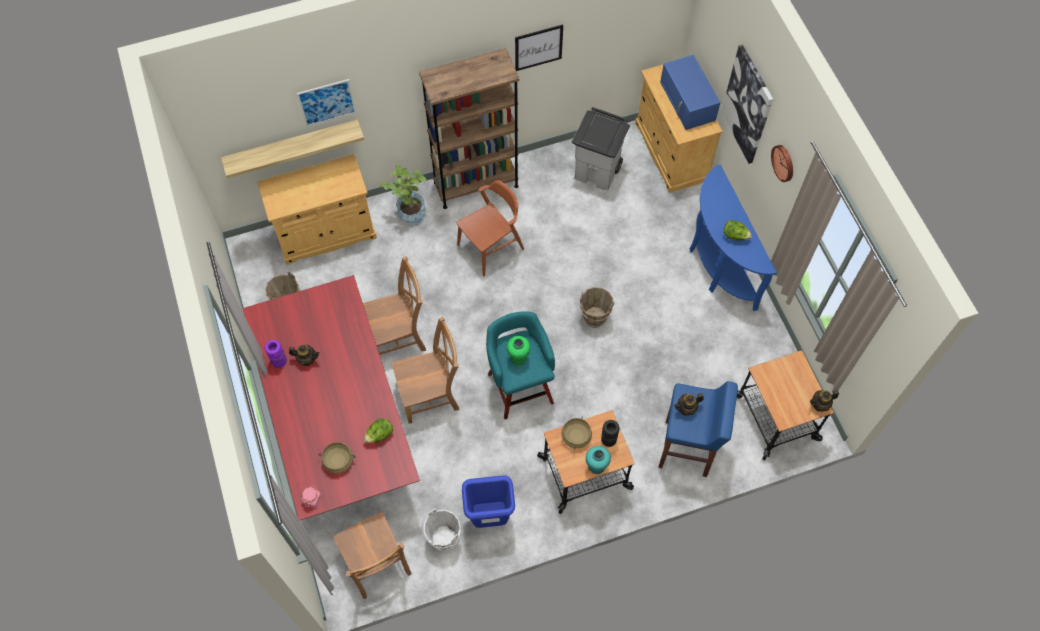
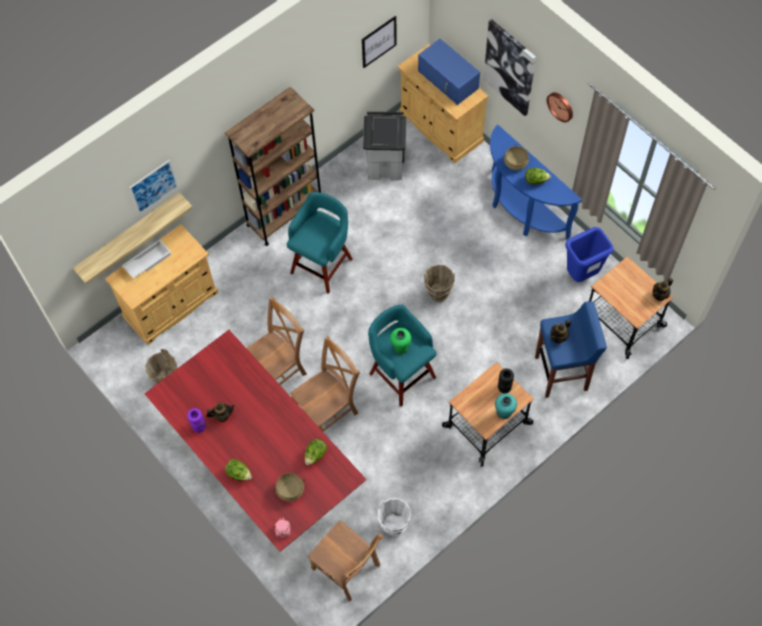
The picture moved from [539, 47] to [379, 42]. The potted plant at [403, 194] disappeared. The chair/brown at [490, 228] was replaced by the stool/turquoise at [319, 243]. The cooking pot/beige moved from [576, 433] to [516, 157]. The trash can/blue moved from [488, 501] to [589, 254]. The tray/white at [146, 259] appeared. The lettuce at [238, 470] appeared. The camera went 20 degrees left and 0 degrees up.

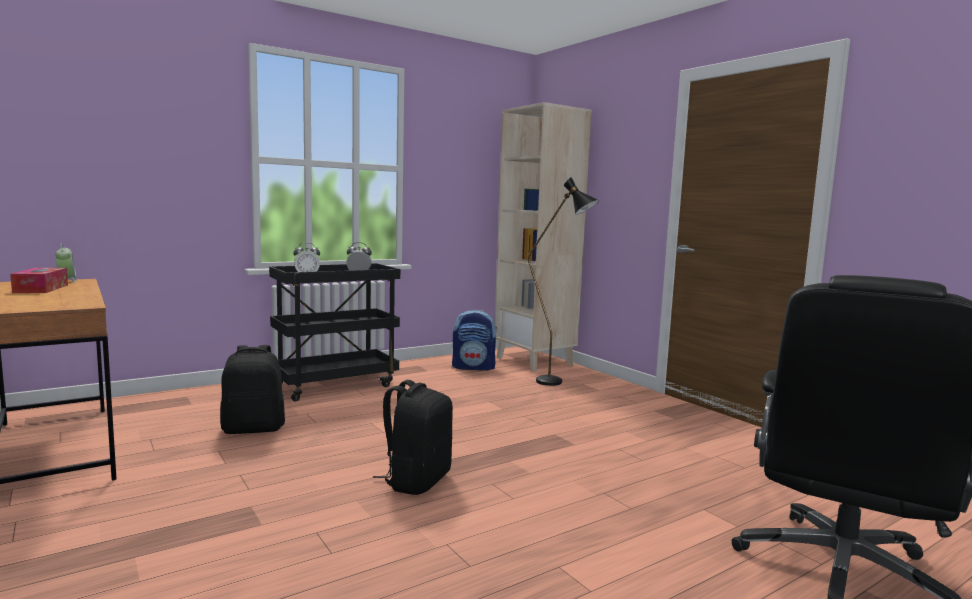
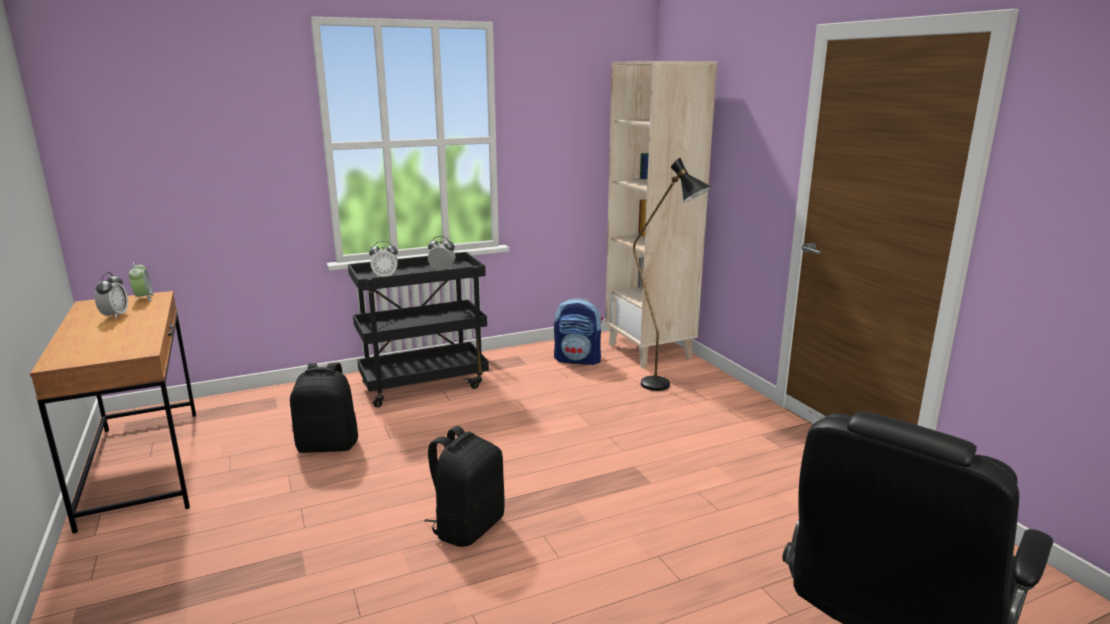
The tissue box at [39, 280] was replaced by the alarm clock at [111, 295]. The camera went 10 degrees right and 10 degrees up.

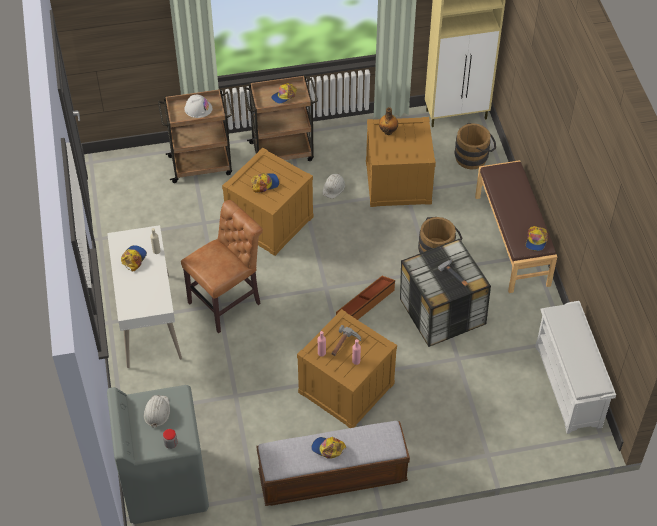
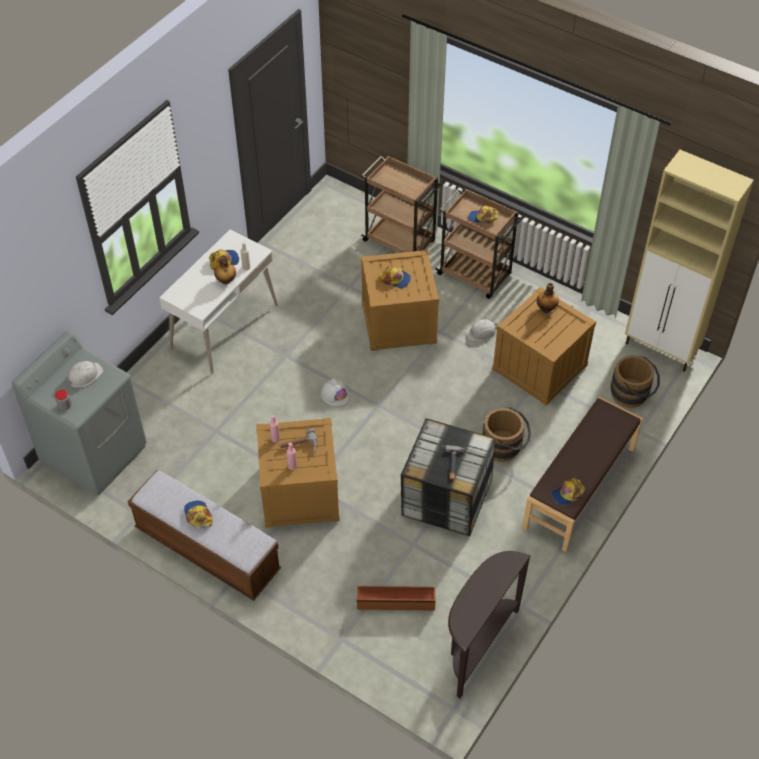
The hard hat/white moved from [198, 106] to [335, 392]. The chair/brown at [222, 266] disappeared. The storage box/brown moved from [365, 298] to [396, 598]. The shoe rack/white at [575, 367] was replaced by the console table/brown at [489, 624]. The bottle at [225, 269] appeared. The camera went 45 degrees right and 0 degrees up.

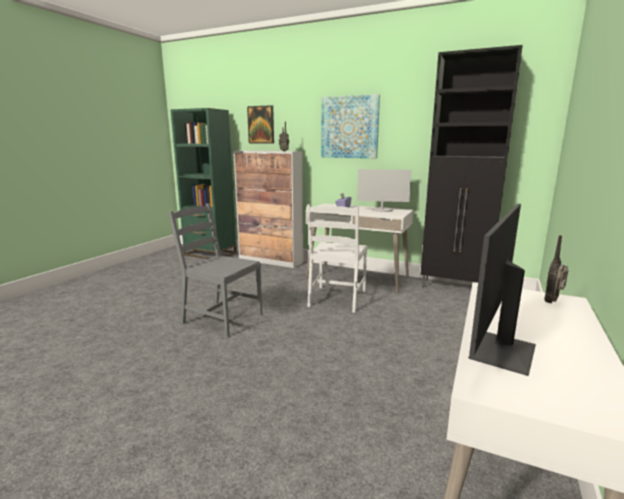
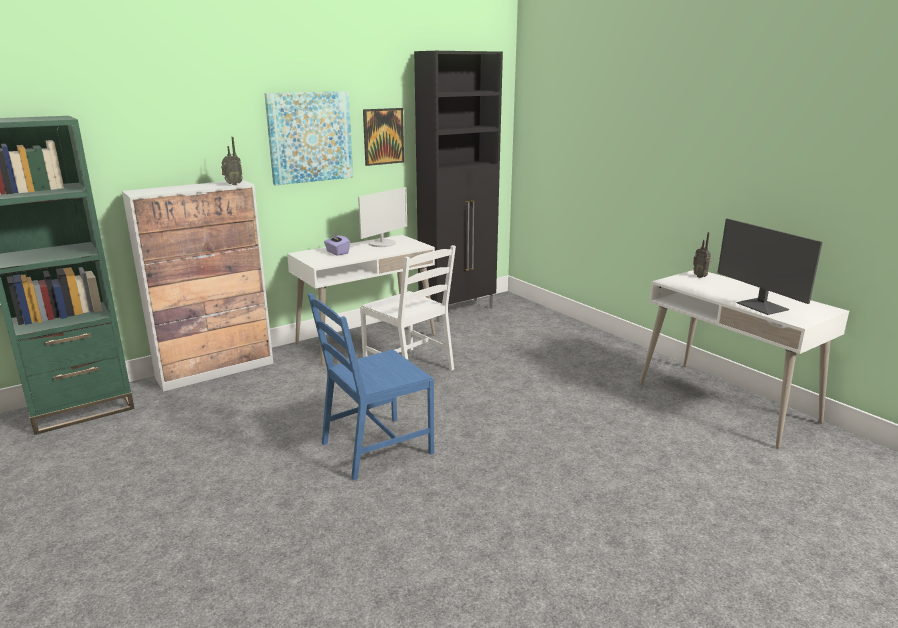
The picture moved from [260, 124] to [383, 137]. The chair/grey at [215, 270] became the chair/blue at [371, 386]. The camera went 60 degrees left and 5 degrees up.

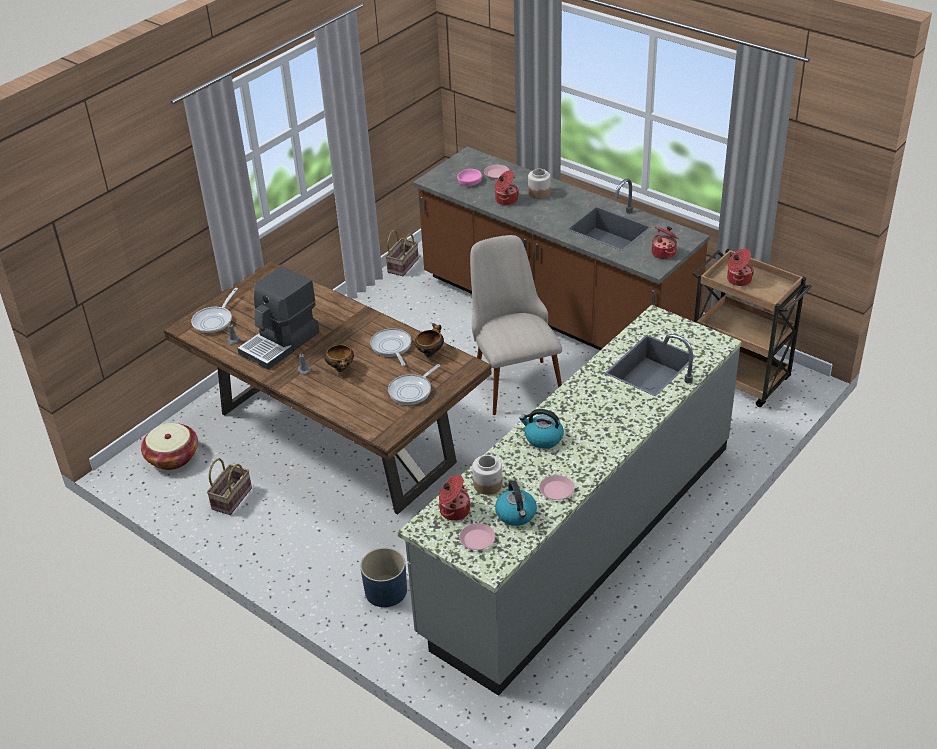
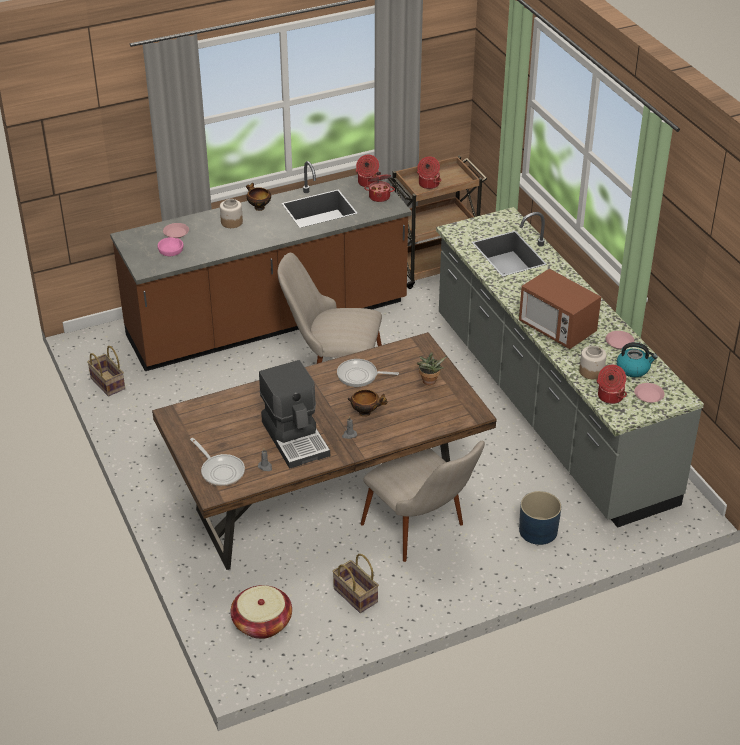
The cooking pot moved from [507, 187] to [367, 171]. The bowl moved from [429, 340] to [258, 197]. The frying pan at [414, 384] was replaced by the potted plant at [432, 368]. The kettle at [542, 429] was replaced by the microwave at [560, 308]. The chair/beige at [422, 501] appeared. The camera went 65 degrees left and 0 degrees up.

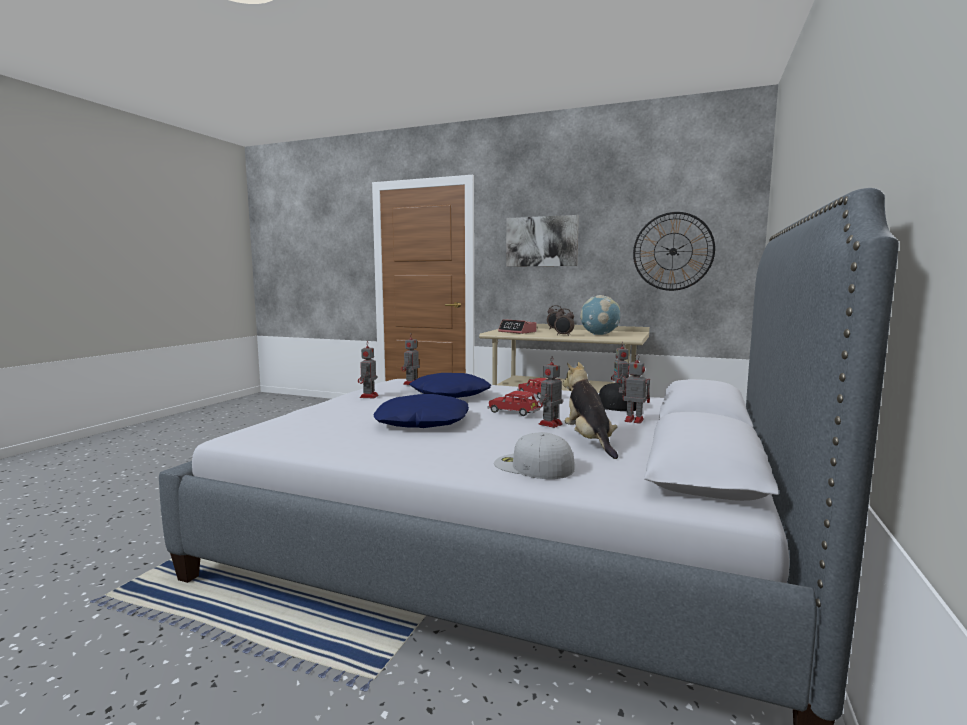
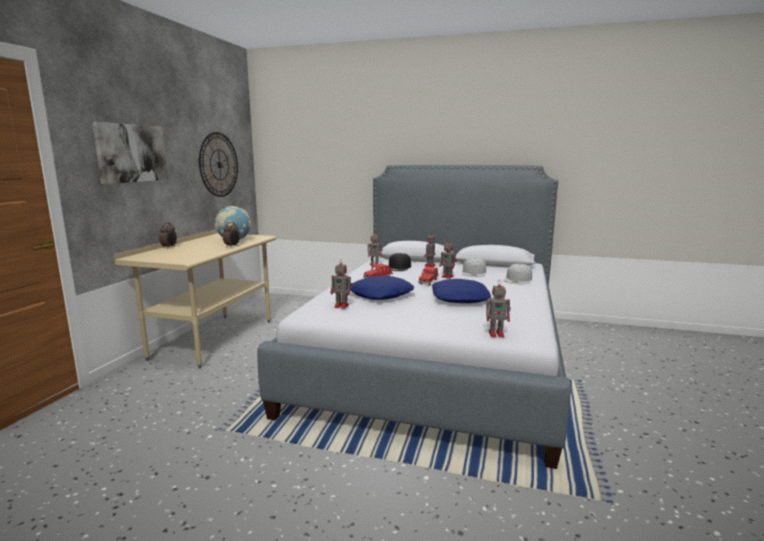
The alarm clock at [517, 326] disappeared. The toy robot moved from [368, 369] to [498, 308]. The plush toy at [590, 410] was replaced by the cap/white at [474, 267]. The camera went 95 degrees left and 5 degrees up.

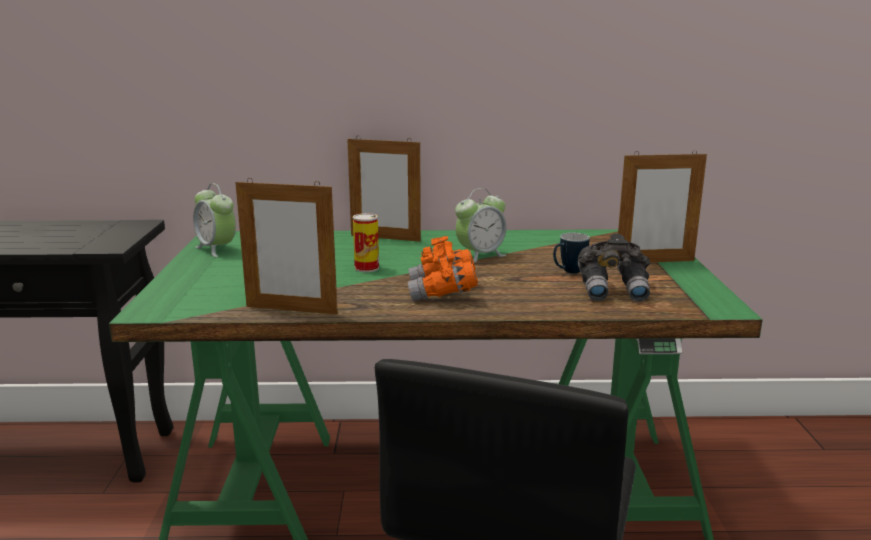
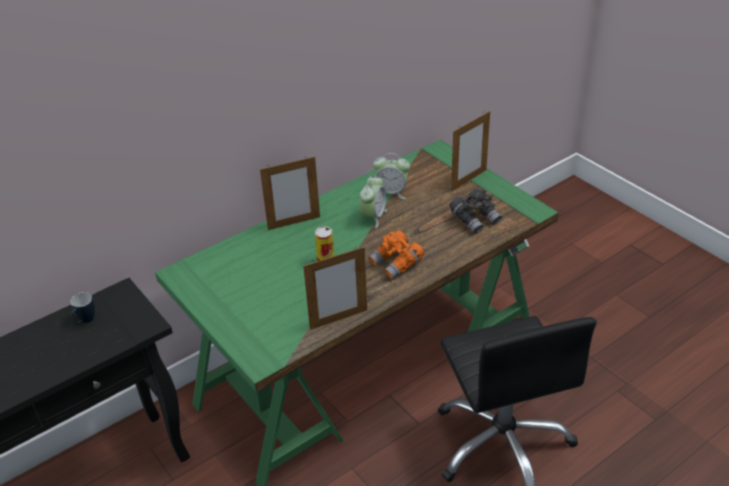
The alarm clock moved from [214, 220] to [391, 176]. The mug moved from [571, 253] to [82, 308]. The camera went 35 degrees left and 20 degrees up.

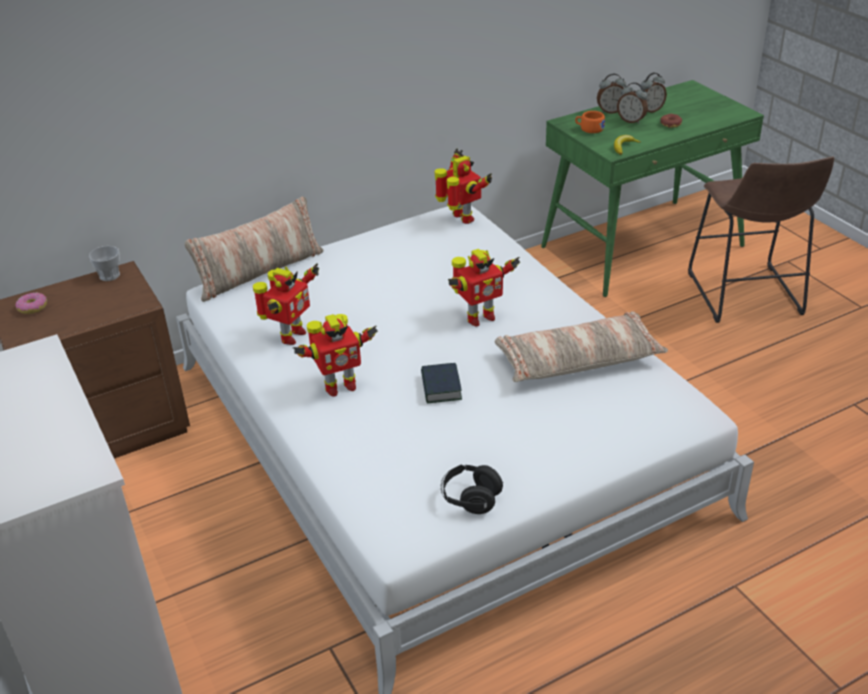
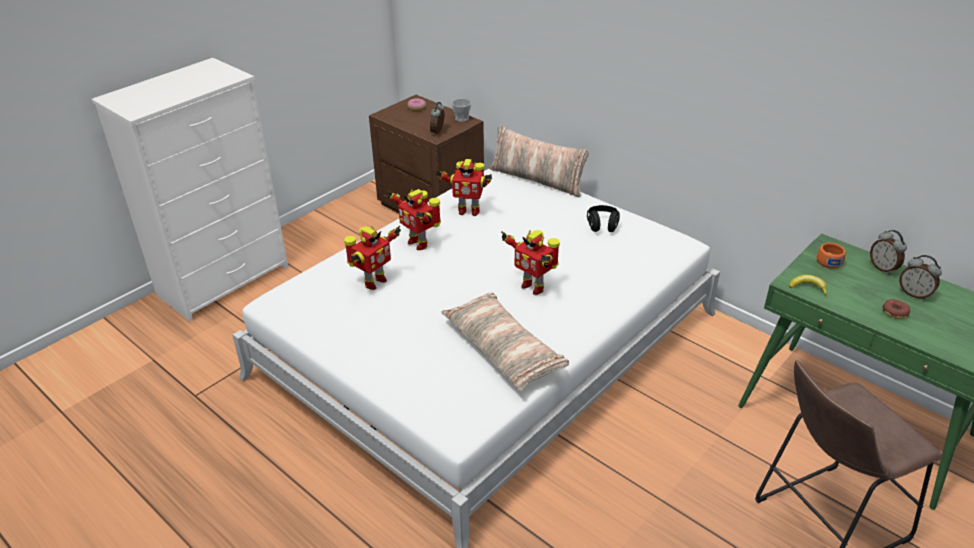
The alarm clock moved from [632, 103] to [437, 119]. The toy robot moved from [463, 186] to [372, 258]. The book at [441, 383] disappeared. The headphones/black moved from [472, 489] to [603, 218]. The camera went 70 degrees right and 0 degrees up.

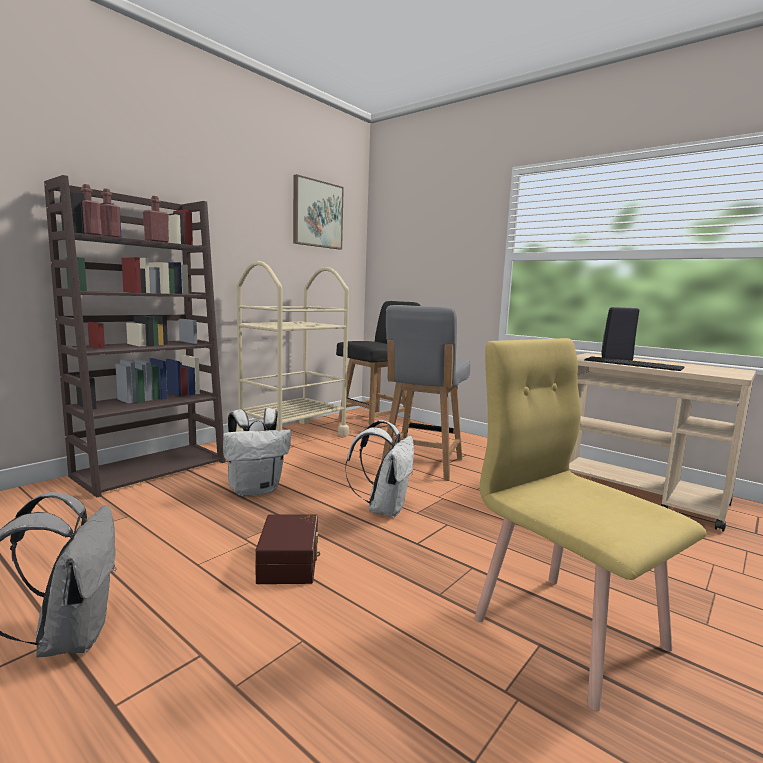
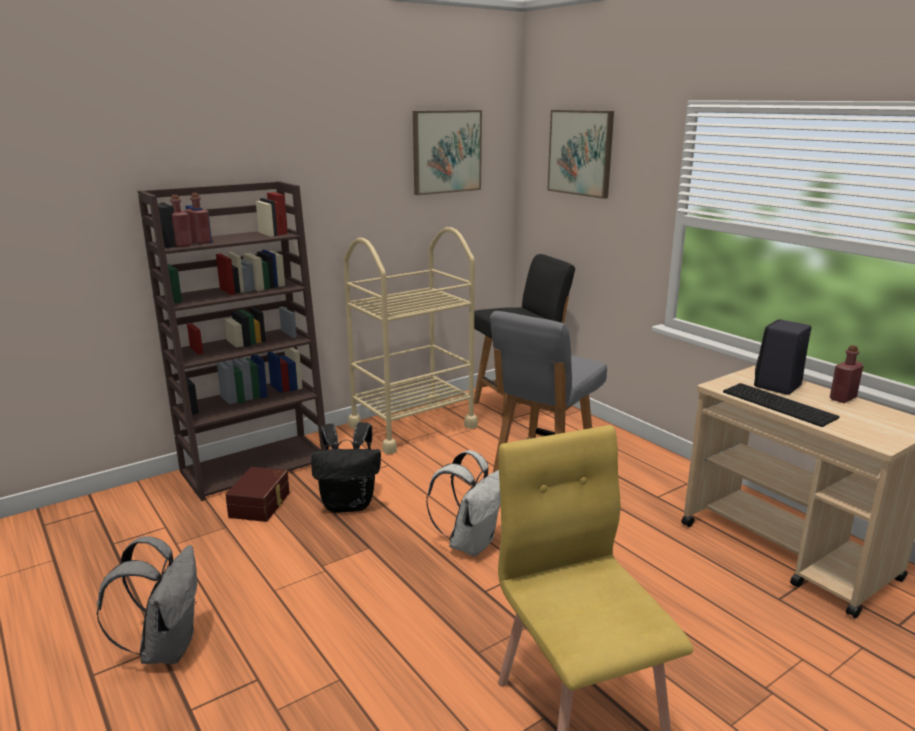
The bottle/red moved from [156, 219] to [847, 374]. The backpack/white at [257, 452] became the backpack/black at [346, 467]. The storage box/brown moved from [287, 549] to [257, 494]. The picture at [580, 154] appeared. The camera went 15 degrees right and 10 degrees up.

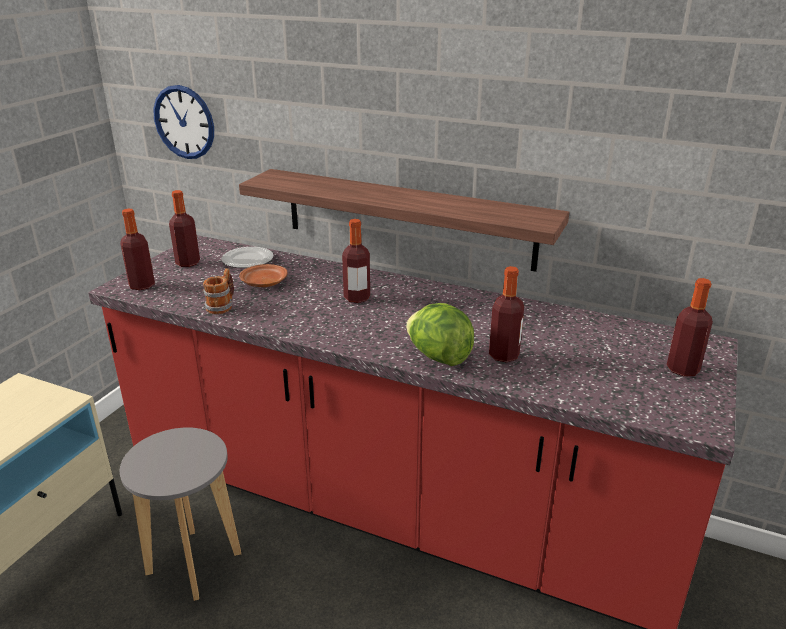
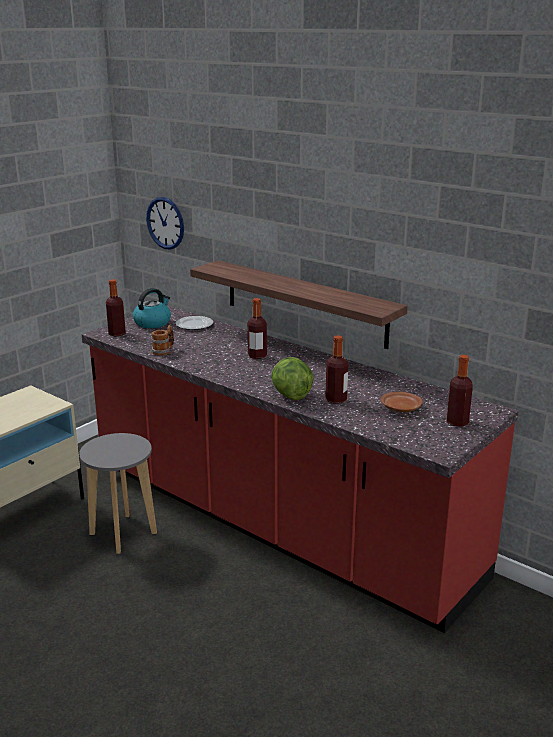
The bottle at [184, 228] was replaced by the kettle at [152, 308]. The plate/brown moved from [263, 275] to [401, 402]. The camera went 15 degrees right and 5 degrees down.

